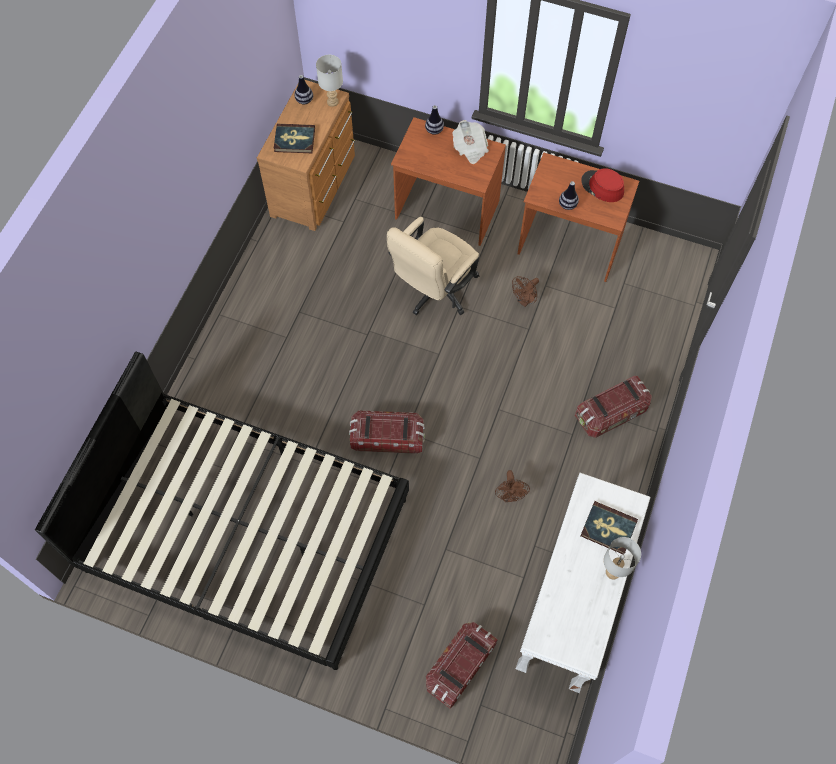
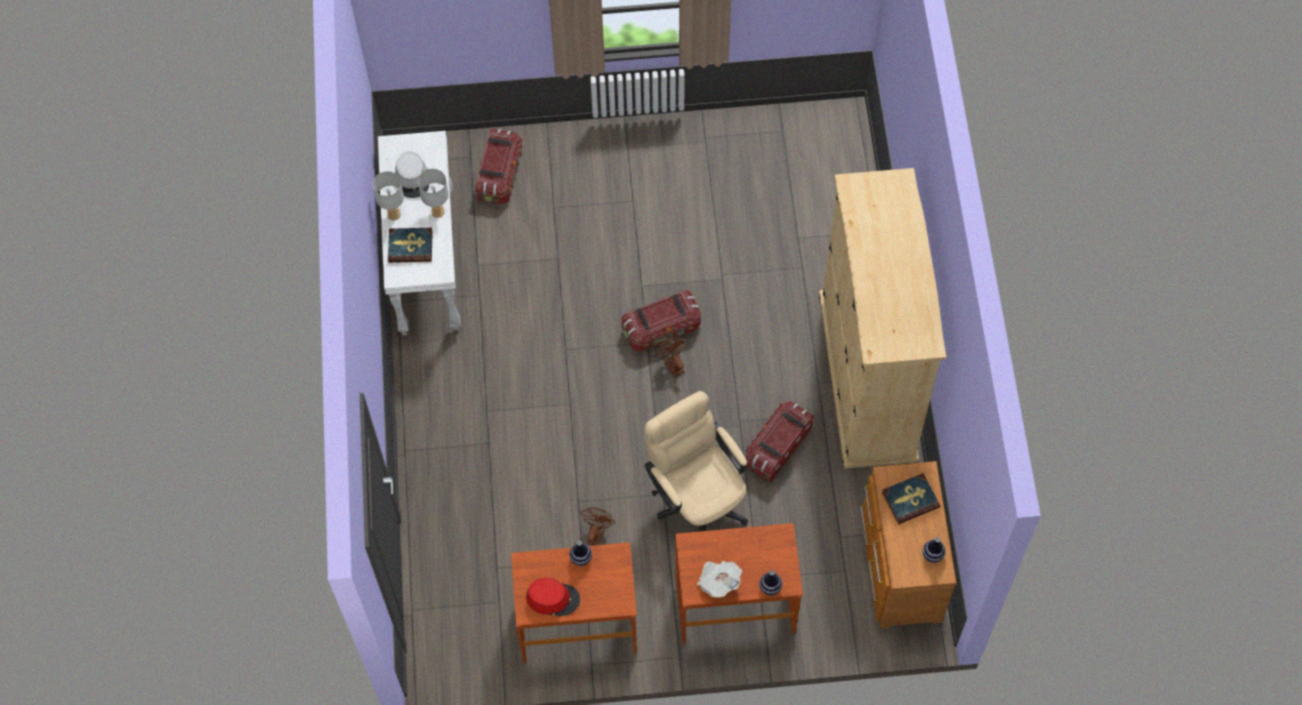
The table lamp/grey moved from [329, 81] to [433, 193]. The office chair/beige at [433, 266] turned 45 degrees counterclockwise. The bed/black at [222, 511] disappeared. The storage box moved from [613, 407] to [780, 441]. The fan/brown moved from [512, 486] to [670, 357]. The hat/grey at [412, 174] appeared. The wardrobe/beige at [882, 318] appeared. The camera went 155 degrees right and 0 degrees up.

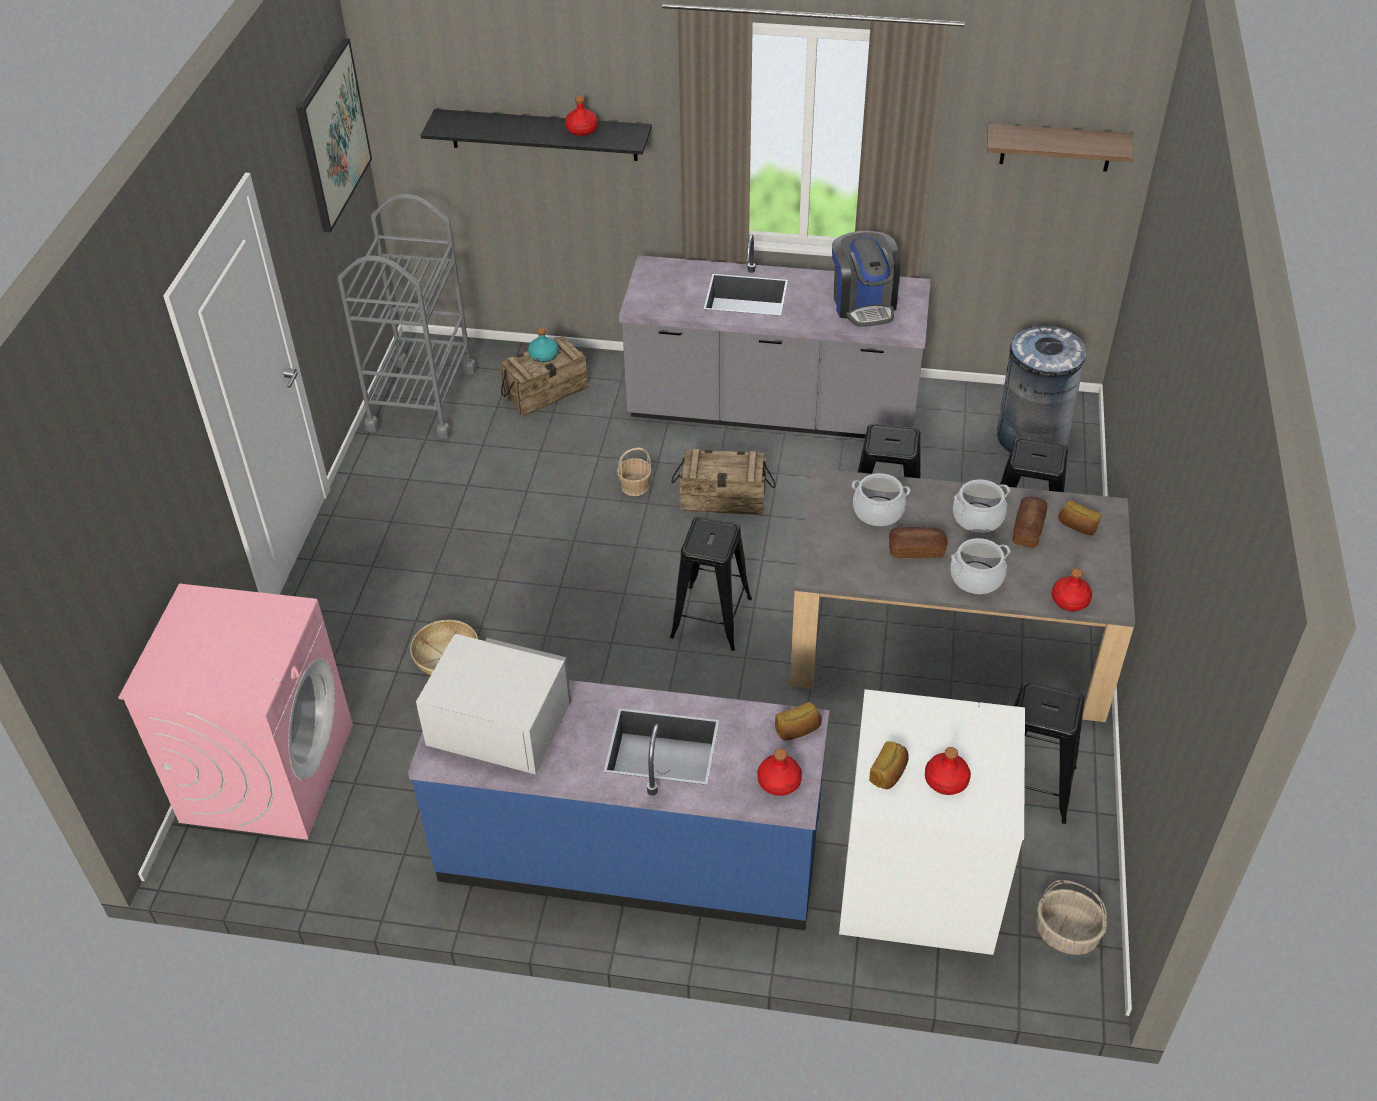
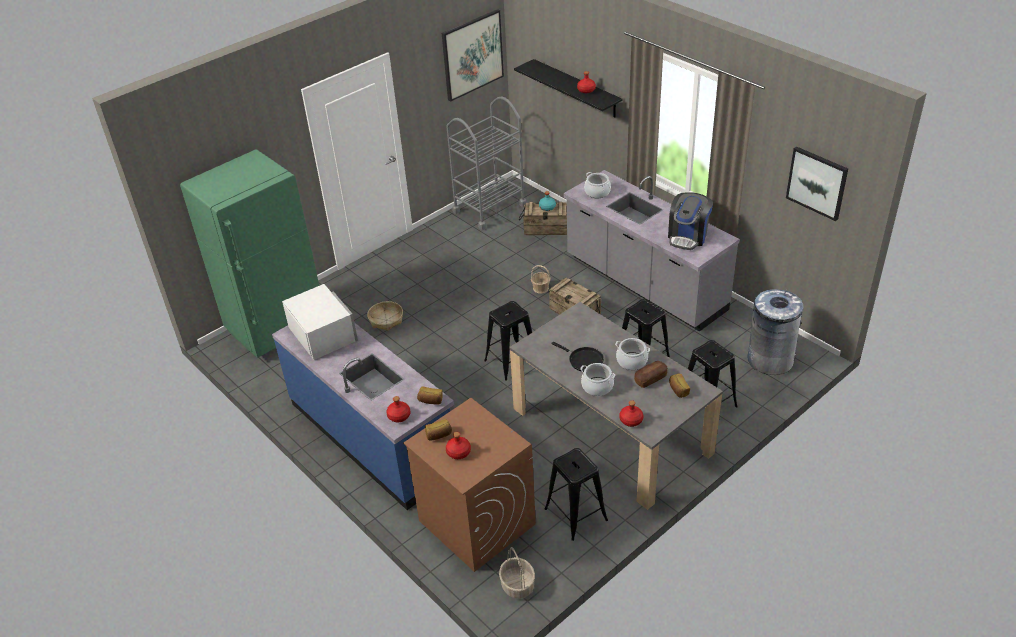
The shelf at [1060, 147] was replaced by the picture at [817, 183]. The cooking pot moved from [881, 500] to [597, 185]. The bread at [918, 542] was replaced by the frying pan/black at [577, 357]. The washing machine/pink at [235, 711] was replaced by the fridge/green at [249, 254]. The washing machine/white at [932, 822] became the washing machine/brown at [469, 485]. The camera went 40 degrees right and 5 degrees down.

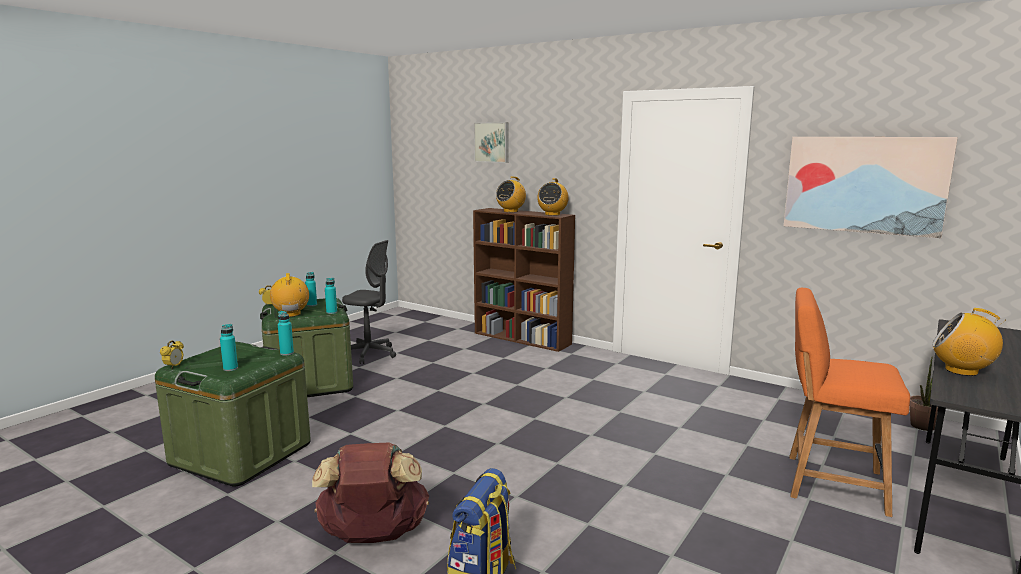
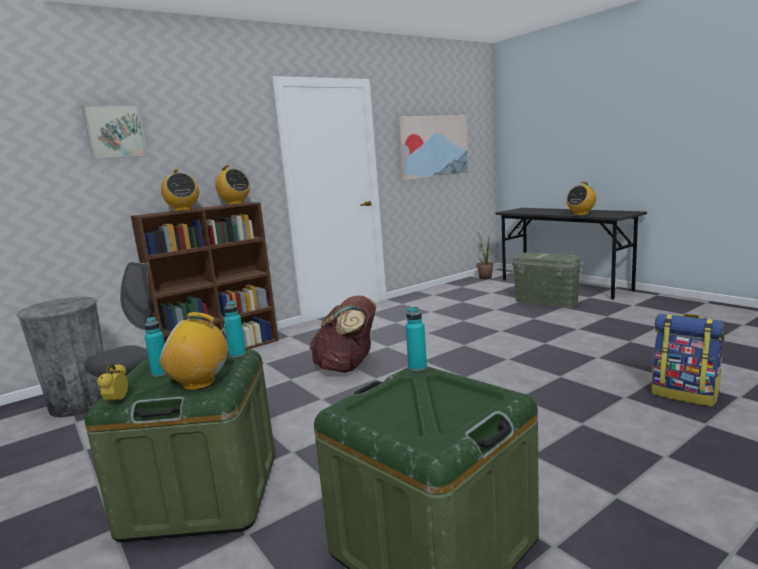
The chair/orange at [849, 402] was replaced by the storage box/green at [547, 280]. The bottle/turquoise at [229, 347] disappeared. The alarm clock at [172, 354] disappeared. The backpack/brown moved from [370, 492] to [342, 334]. The trash can/grey at [60, 357] appeared. The camera went 70 degrees left and 0 degrees up.

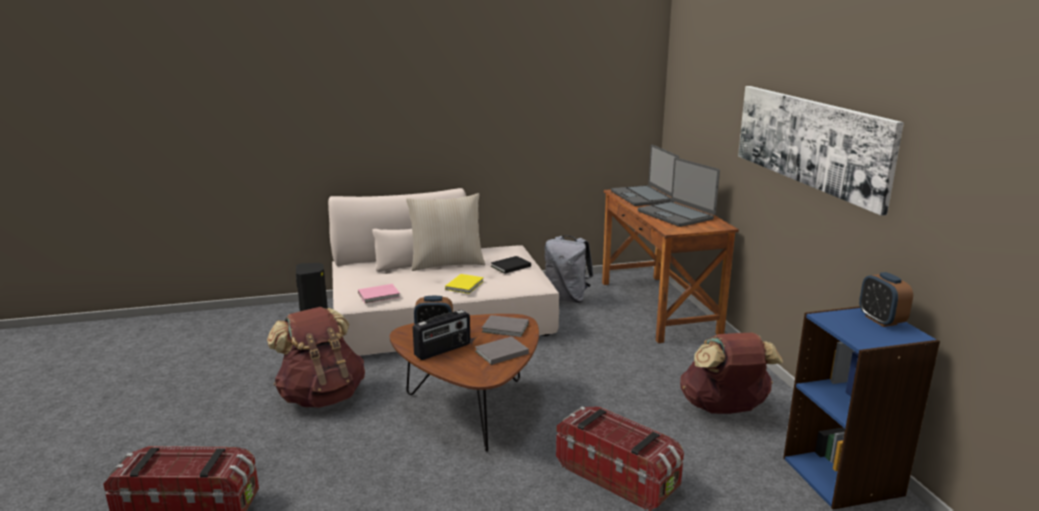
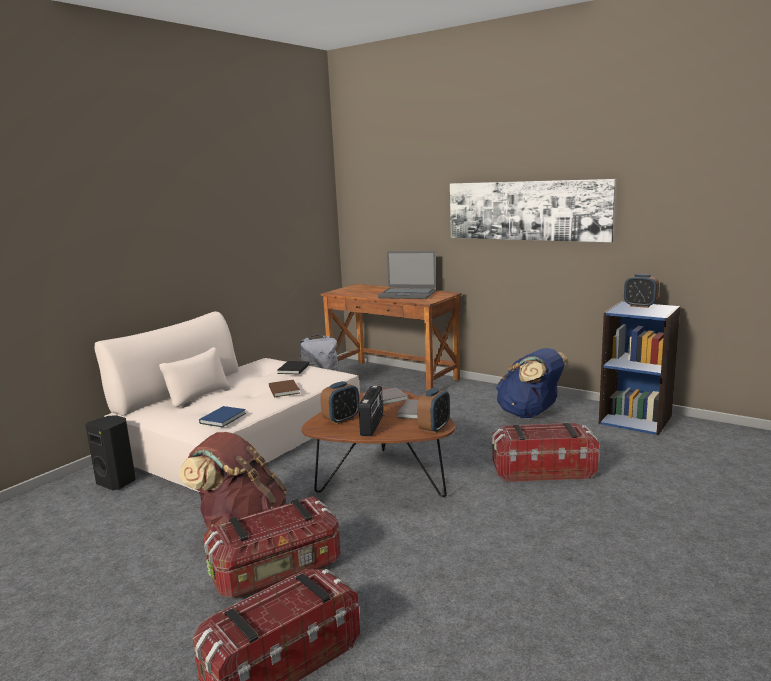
The laptop at [645, 175] disappeared. The pillow/beige at [445, 232] disappeared. The book/yellow at [464, 284] became the book/brown at [284, 388]. The book/pink at [379, 293] became the book/blue at [222, 416]. The backpack/brown at [731, 373] became the backpack/blue at [532, 383]. The alarm clock at [433, 410] appeared. The storage box at [272, 547] appeared. The camera went 40 degrees left and 5 degrees down.

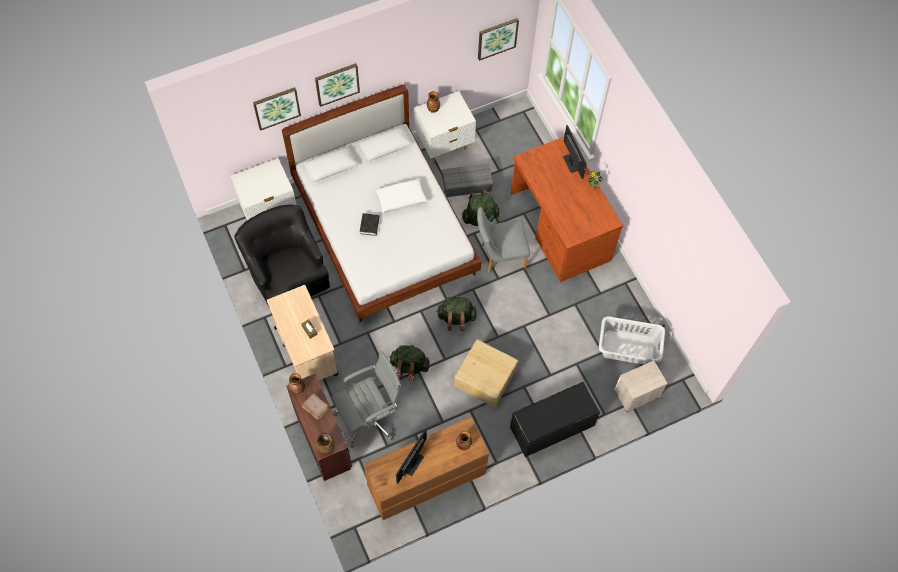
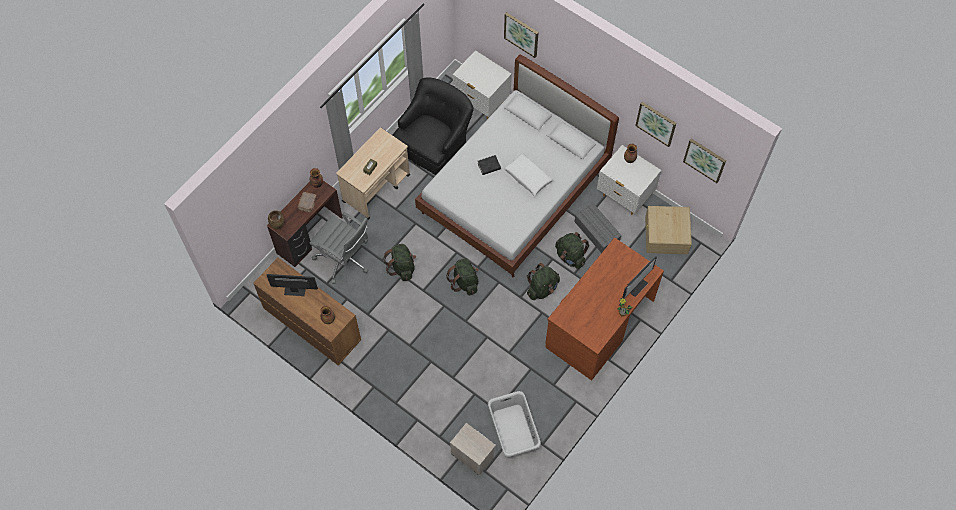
The picture moved from [337, 85] to [655, 124]. The chair/grey at [503, 240] was replaced by the backpack/green at [543, 281]. The storage box/beige moved from [486, 373] to [668, 230]. The bench/black at [555, 419] disappeared. The camera went 65 degrees right and 0 degrees up.

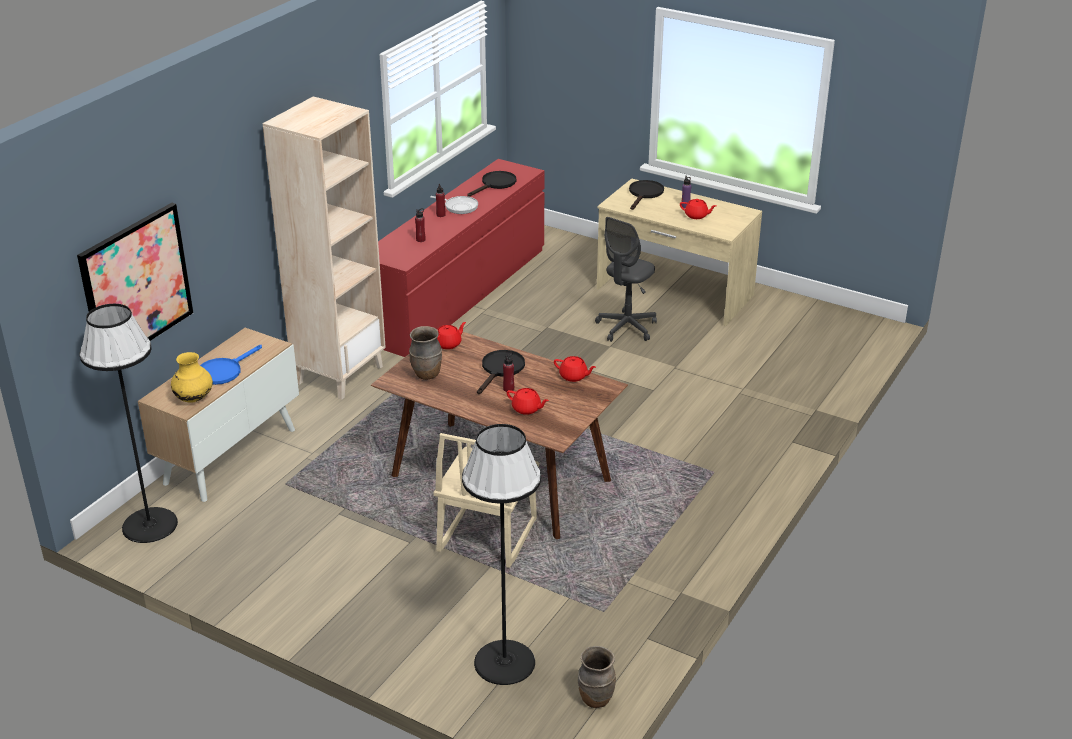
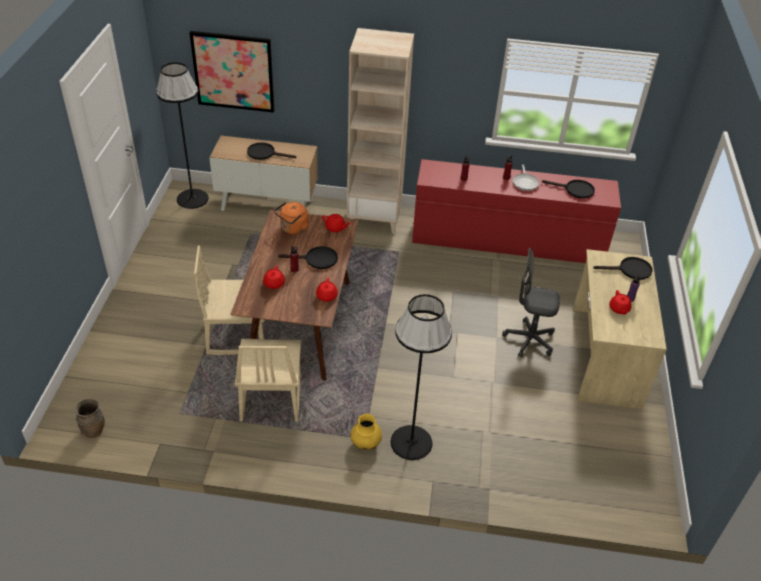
The vase/brown at [425, 353] was replaced by the kettle/orange at [291, 218]. The frying pan/blue at [231, 365] became the frying pan/black at [271, 151]. The vase/yellow moved from [192, 377] to [366, 432]. The floor lamp/black moved from [501, 554] to [421, 377]. The chair/beige at [268, 380] appeared. The camera went 65 degrees right and 10 degrees up.

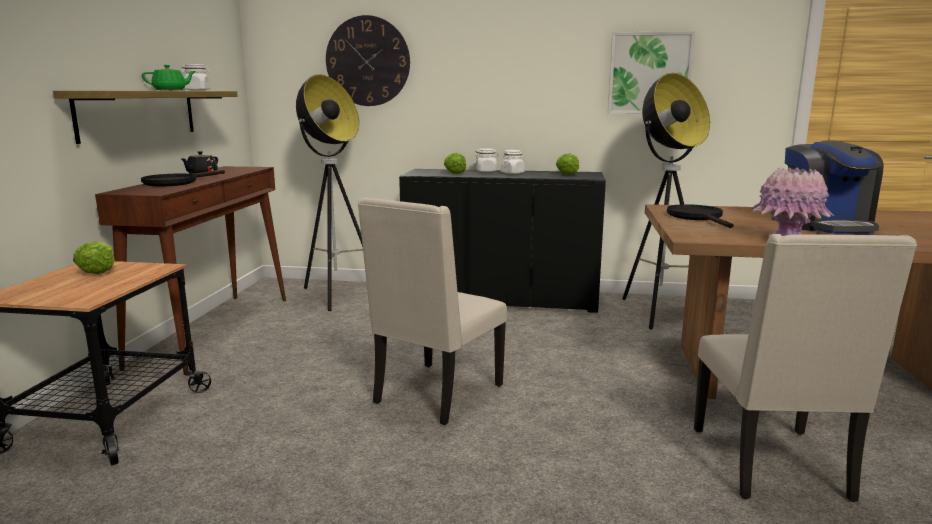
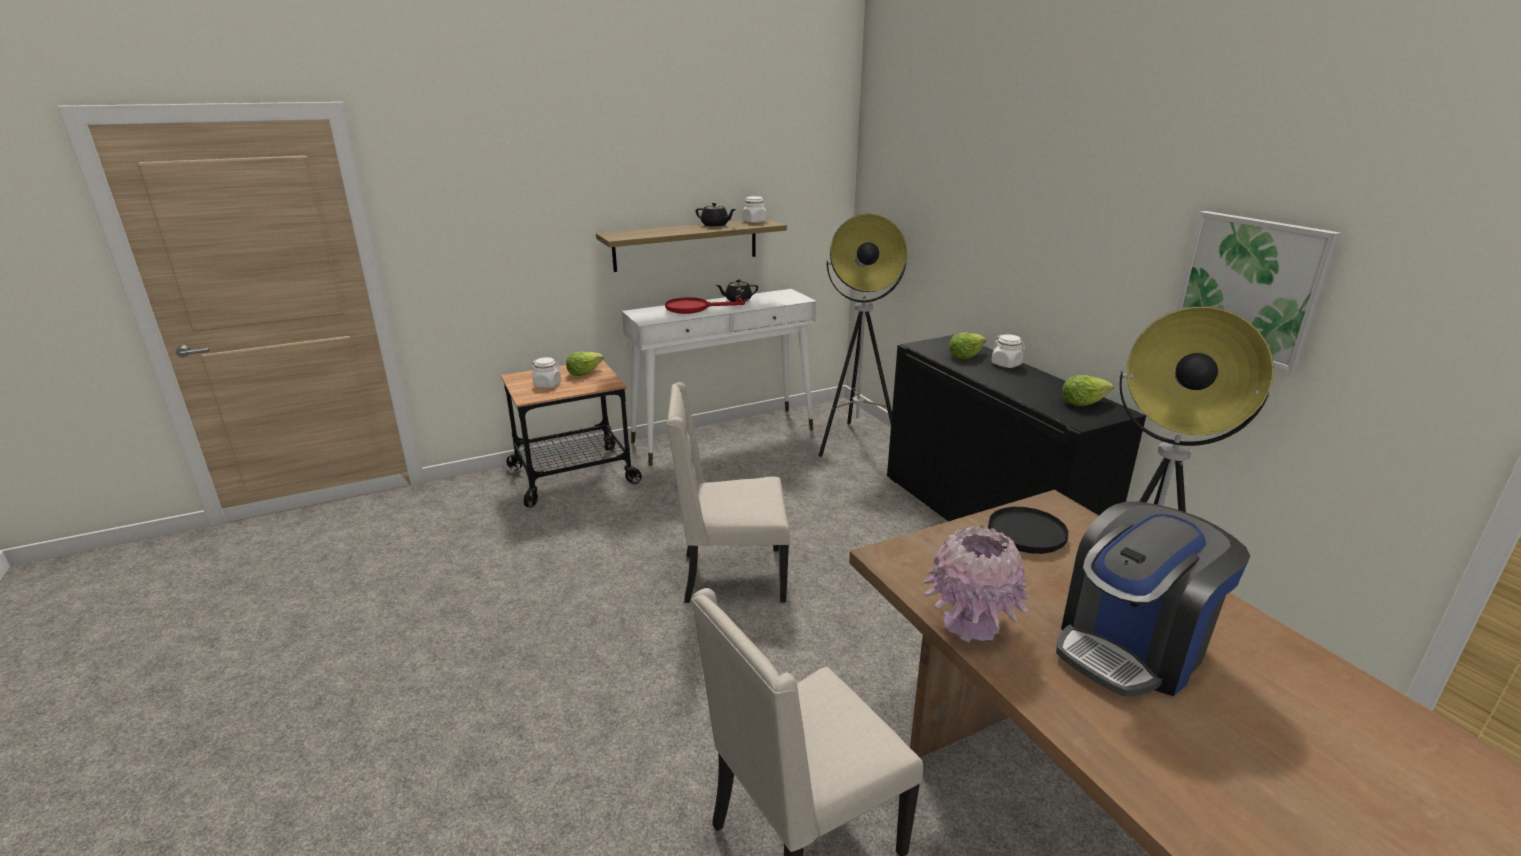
The wall clock at [368, 60] disappeared. The teapot/green at [168, 78] became the teapot/black at [716, 215]. The jar/white moved from [513, 162] to [546, 372]. The console table/brown at [190, 270] became the console table/white at [719, 377]. The frying pan/black at [183, 178] became the frying pan/red at [705, 305]. The camera went 55 degrees right and 10 degrees up.

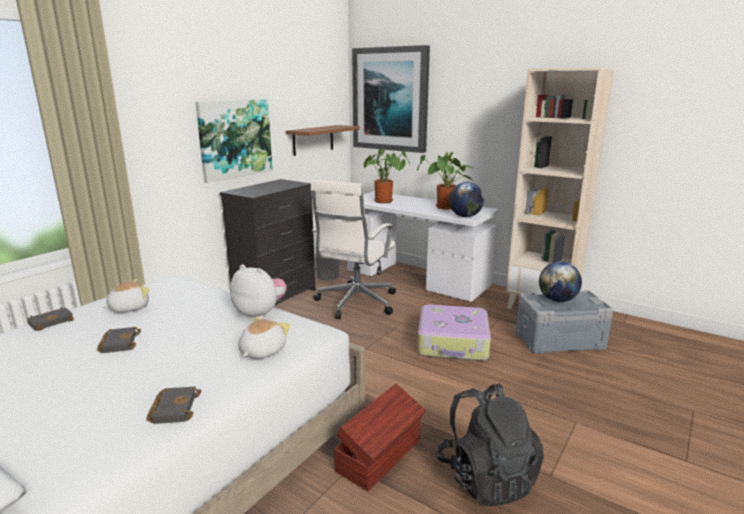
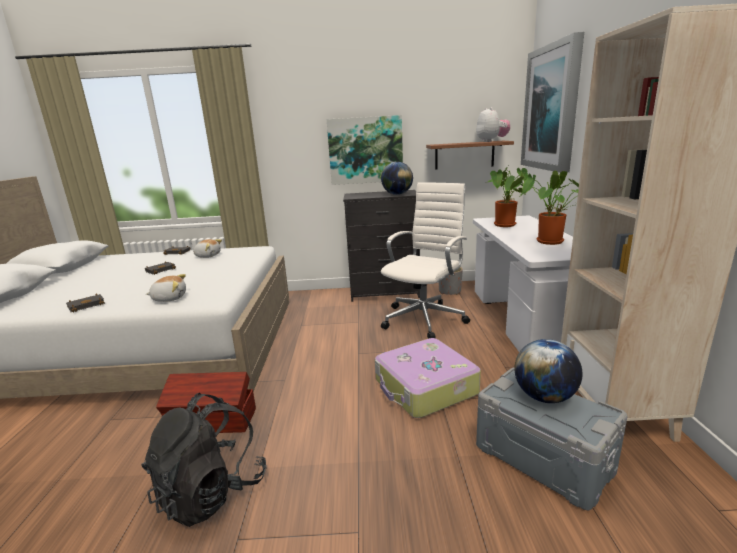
The office chair/white at [353, 249] turned 135 degrees clockwise. The globe moved from [466, 199] to [397, 178]. The plush toy moved from [258, 291] to [493, 124]. The camera went 55 degrees right and 0 degrees up.

